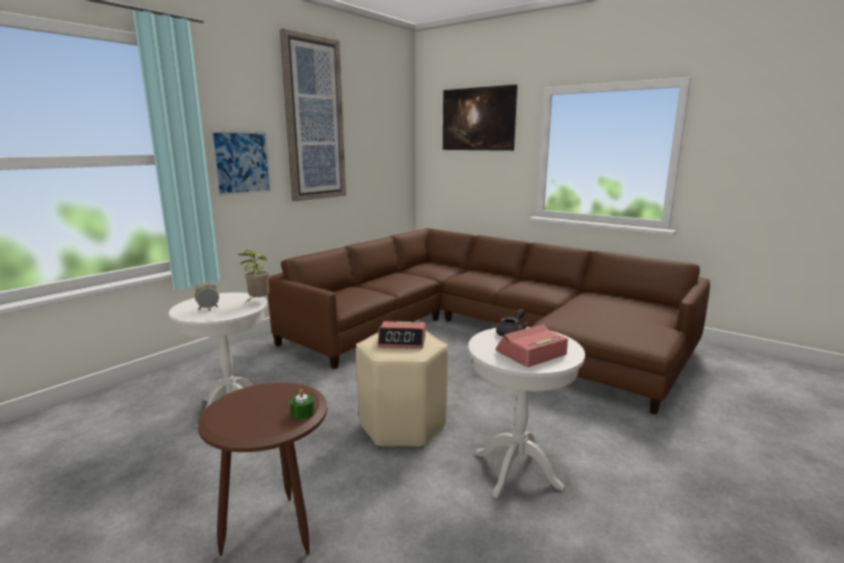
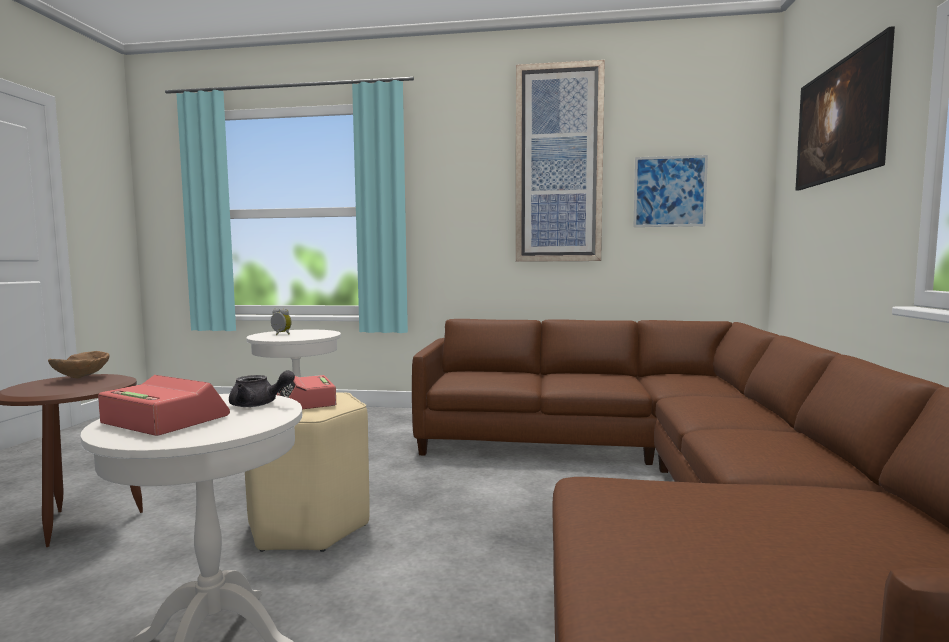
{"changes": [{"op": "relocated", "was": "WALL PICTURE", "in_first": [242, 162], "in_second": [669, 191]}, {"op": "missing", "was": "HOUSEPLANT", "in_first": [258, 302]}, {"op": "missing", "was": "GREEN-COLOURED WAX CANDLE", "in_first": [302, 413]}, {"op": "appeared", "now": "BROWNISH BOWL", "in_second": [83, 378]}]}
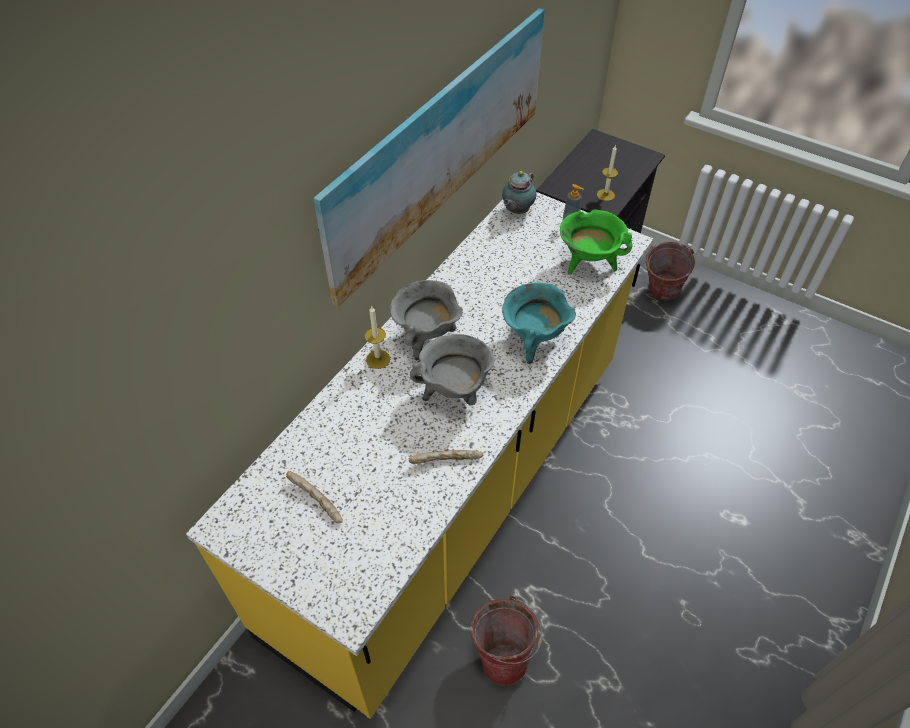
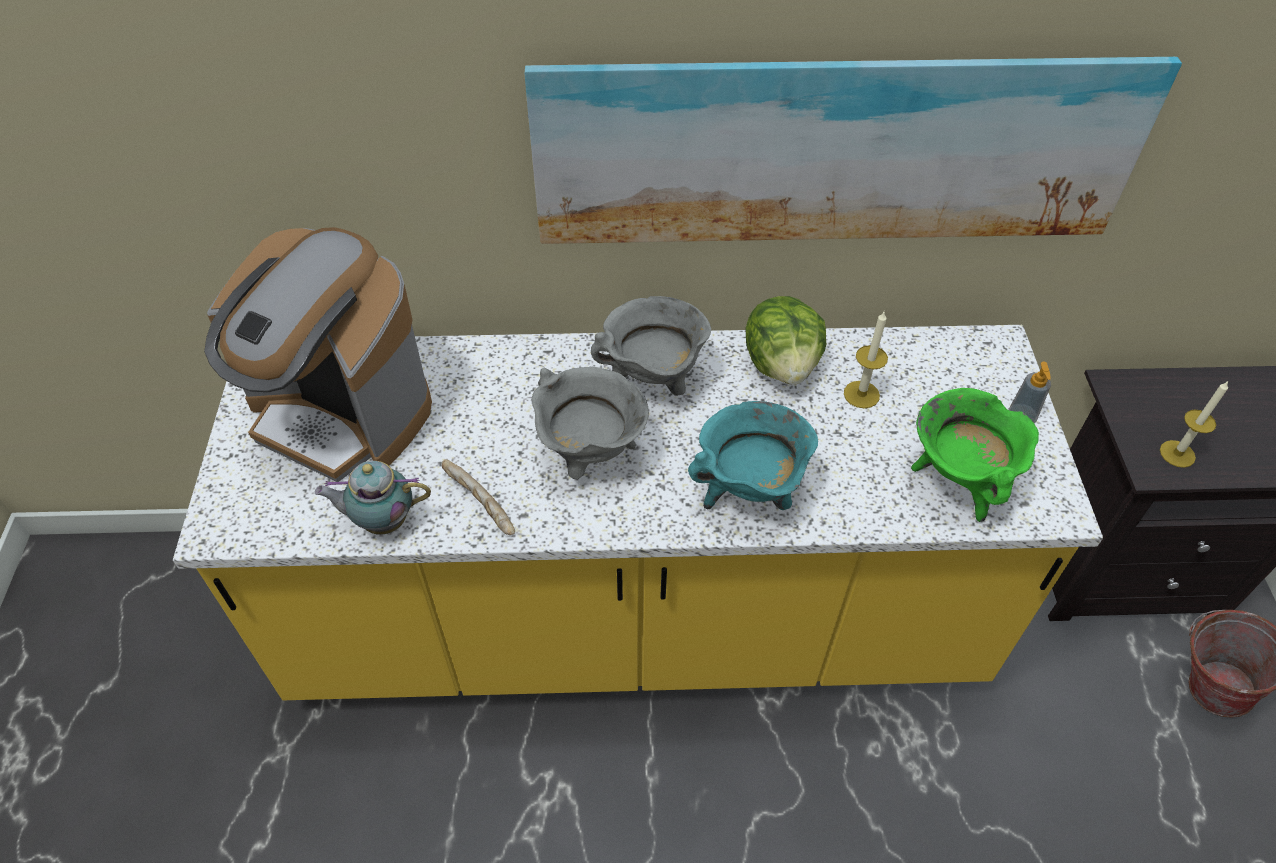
{"changes": [{"op": "relocated", "was": "TEAPOT", "in_first": [516, 211], "in_second": [382, 521]}, {"op": "relocated", "was": "WAX CANDLE", "in_first": [378, 359], "in_second": [861, 394]}, {"op": "exchanged", "was": "BAKERY BREAD", "now": "COFFEE MAKER", "in_first": [315, 501], "in_second": [341, 415]}, {"op": "missing", "was": "PAIL", "in_first": [503, 653]}, {"op": "appeared", "now": "LETTUCE HEAD", "in_second": [782, 365]}]}
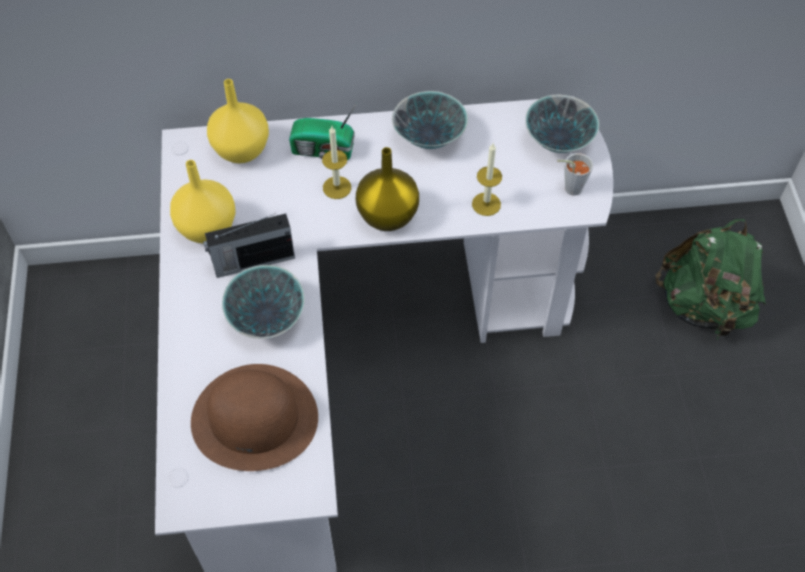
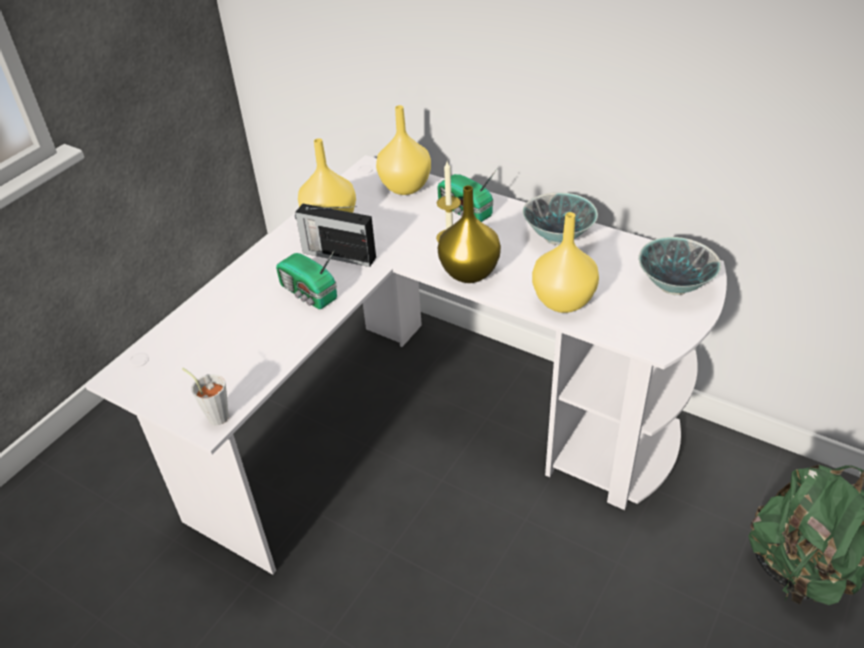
{"changes": [{"op": "exchanged", "was": "WAX CANDLE", "now": "YELLOW-COLOURED DECORATIVE VASE", "in_first": [486, 204], "in_second": [561, 301]}, {"op": "relocated", "was": "GRAY DRINKING CUP", "in_first": [569, 188], "in_second": [215, 415]}, {"op": "exchanged", "was": "BOWL", "now": "RADIO", "in_first": [267, 318], "in_second": [308, 294]}, {"op": "missing", "was": "BROWNISH CLOTHING HAT", "in_first": [255, 418]}]}
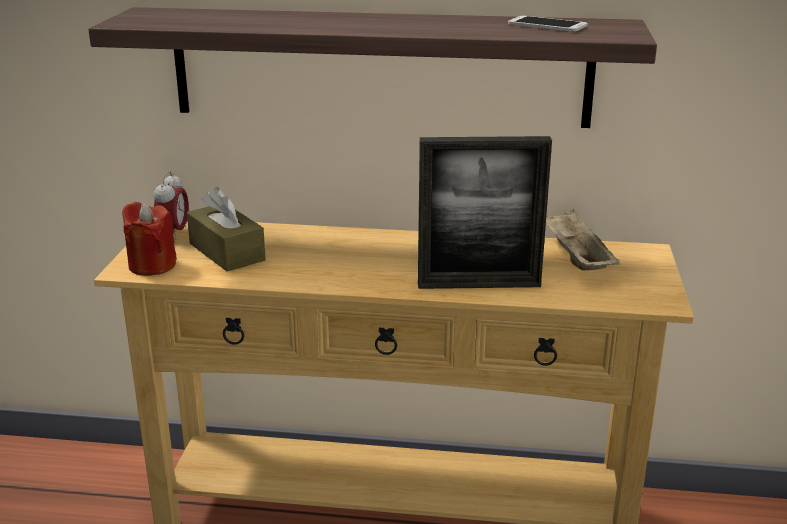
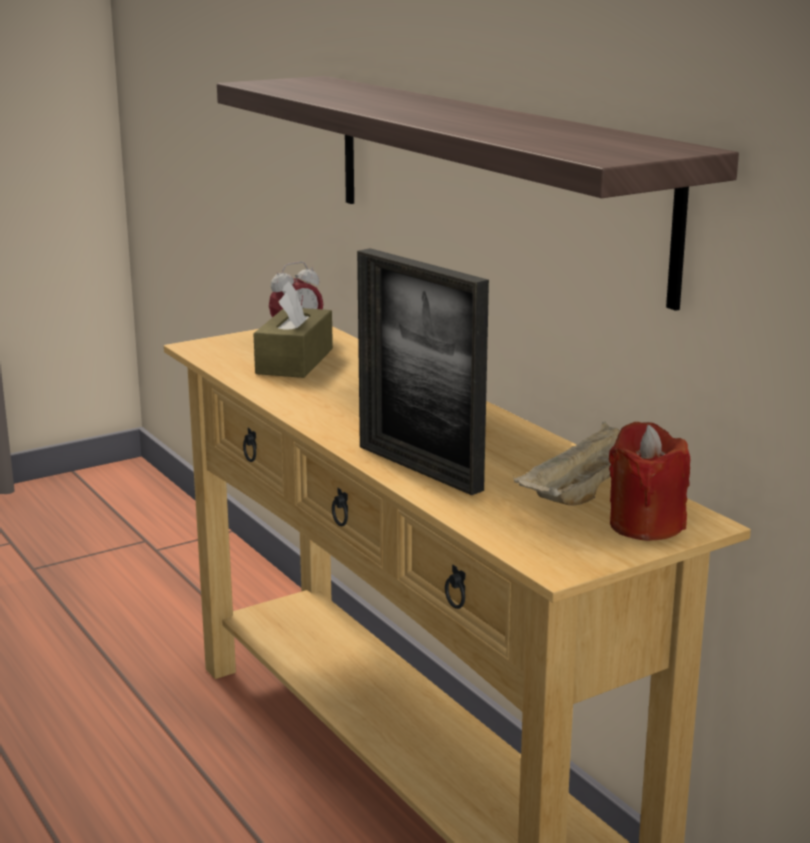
{"changes": [{"op": "missing", "was": "TELEPHONE", "in_first": [547, 25]}, {"op": "relocated", "was": "RED WAX CANDLE", "in_first": [152, 265], "in_second": [645, 525]}]}
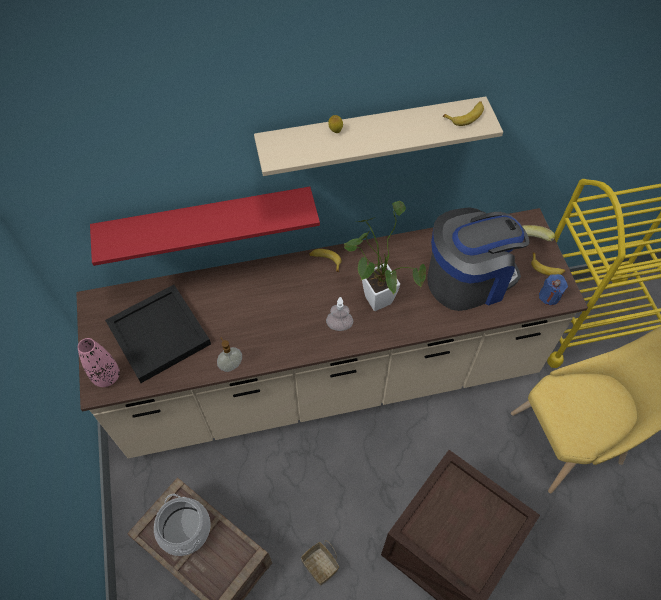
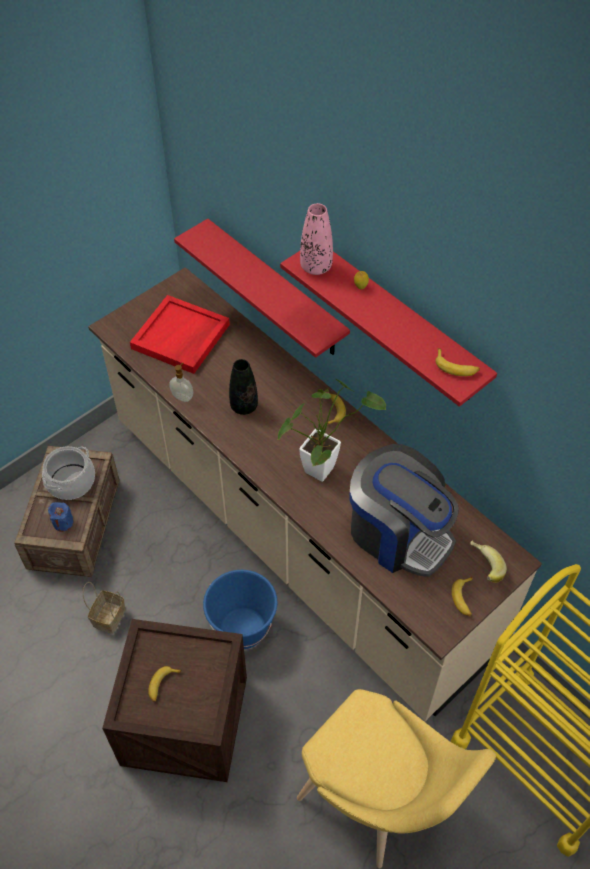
{"changes": [{"op": "colour", "was": "SAND-COLOURED WALL SHELF", "now": "RED WALL SHELF", "in_first": [370, 135], "in_second": [399, 323]}, {"op": "relocated", "was": "BLUE WAX CANDLE", "in_first": [549, 296], "in_second": [63, 523]}, {"op": "colour", "was": "BLACKISH SERVING TRAY", "now": "RED SERVING TRAY", "in_first": [160, 334], "in_second": [181, 337]}, {"op": "missing", "was": "SOAP DISPENSER", "in_first": [339, 325]}, {"op": "relocated", "was": "PINKISH DECORATIVE VASE", "in_first": [106, 376], "in_second": [316, 267]}, {"op": "appeared", "now": "BLACKISH DECORATIVE VASE", "in_second": [244, 406]}, {"op": "appeared", "now": "BLUE PAIL", "in_second": [243, 628]}, {"op": "appeared", "now": "WHOLE BANANA", "in_second": [162, 685]}]}
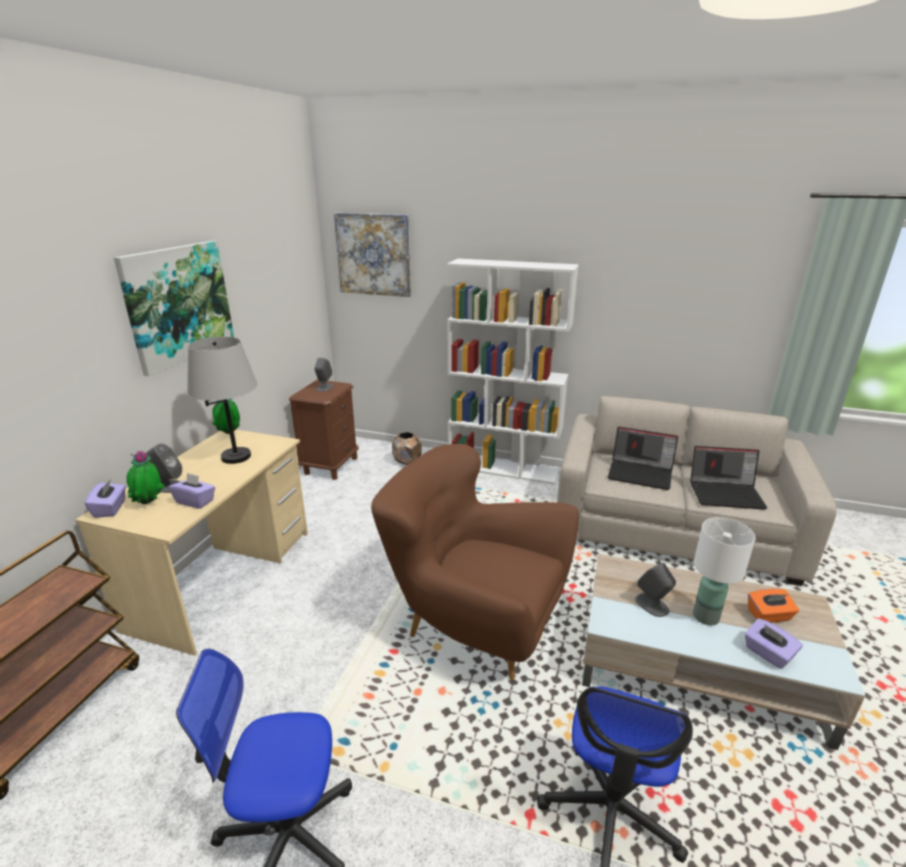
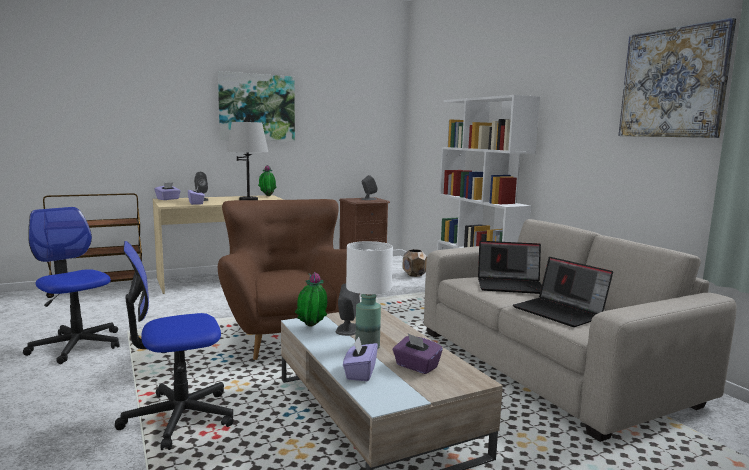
{"changes": [{"op": "relocated", "was": "WALL PICTURE", "in_first": [373, 254], "in_second": [673, 83]}, {"op": "spun", "was": "LAPTOP", "in_first": [641, 474], "in_second": [511, 285], "clockwise": -60}, {"op": "relocated", "was": "HOUSEPLANT", "in_first": [149, 504], "in_second": [311, 327]}, {"op": "colour", "was": "ORANGEY TISSUE BOX", "now": "PURPLE TISSUE BOX", "in_first": [769, 616], "in_second": [416, 366]}]}
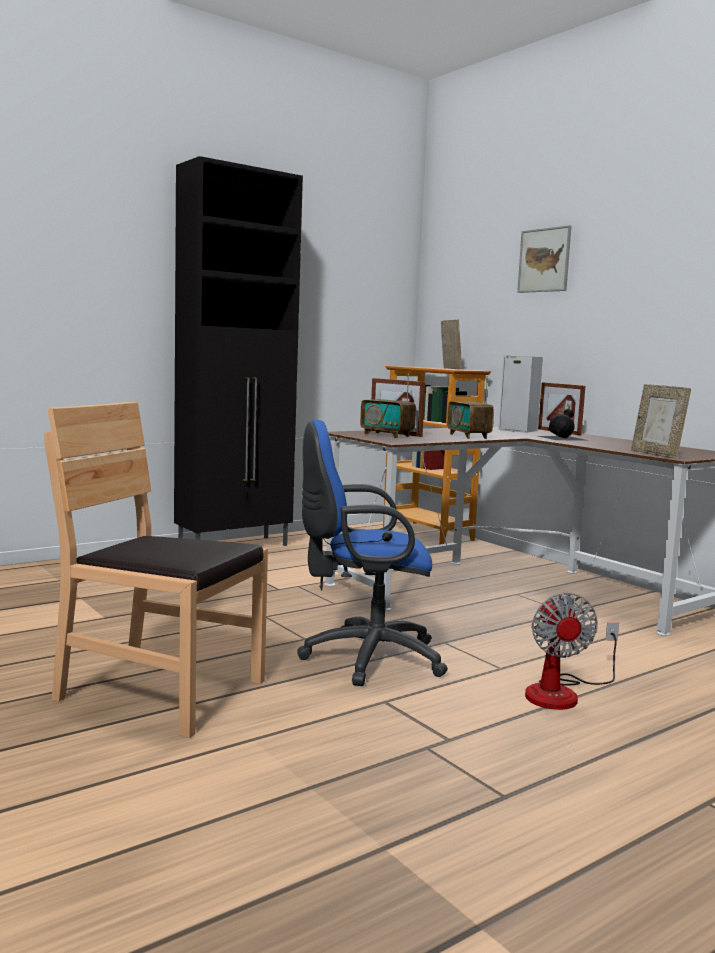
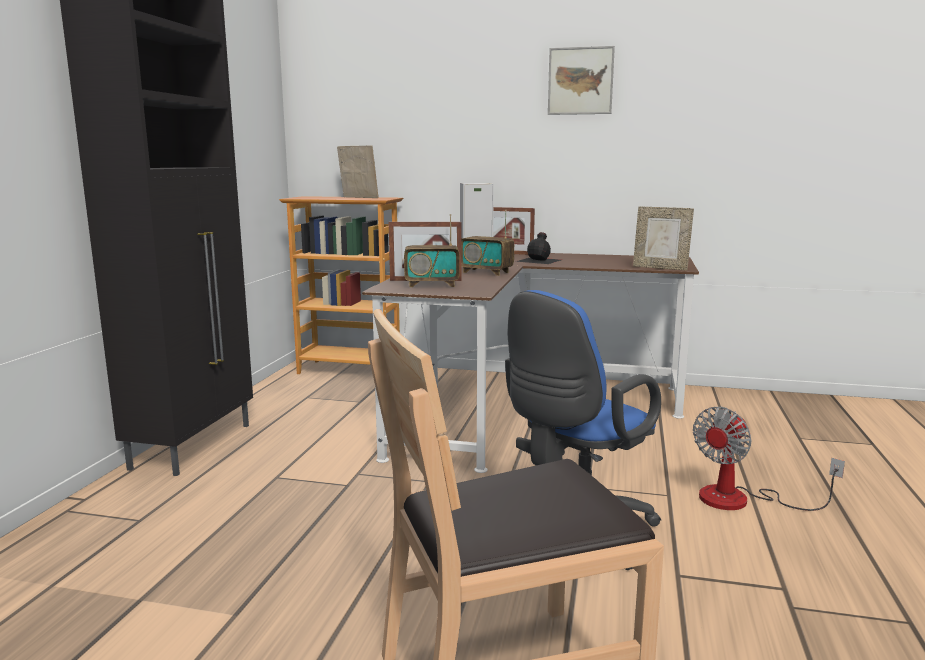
{"changes": [{"op": "relocated", "was": "WALL PICTURE", "in_first": [544, 260], "in_second": [580, 81]}, {"op": "spun", "was": "COOLING FAN", "in_first": [562, 693], "in_second": [741, 500], "clockwise": 90}]}
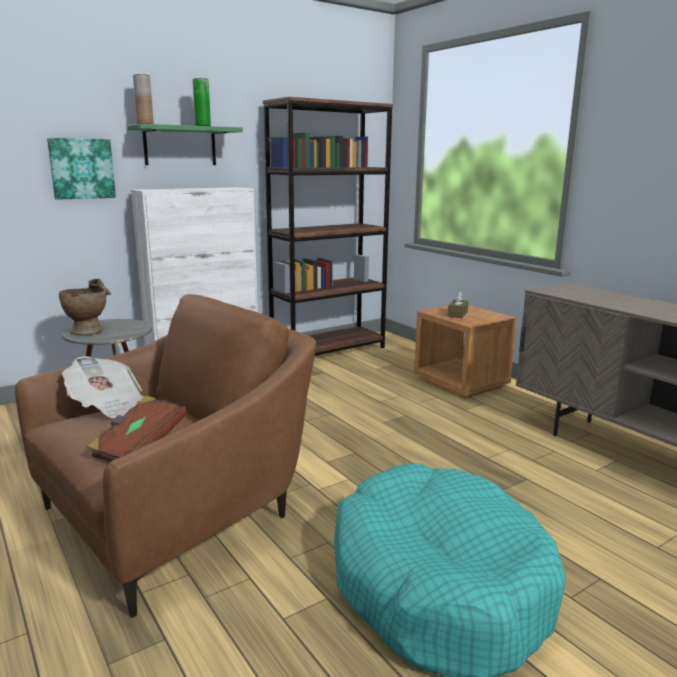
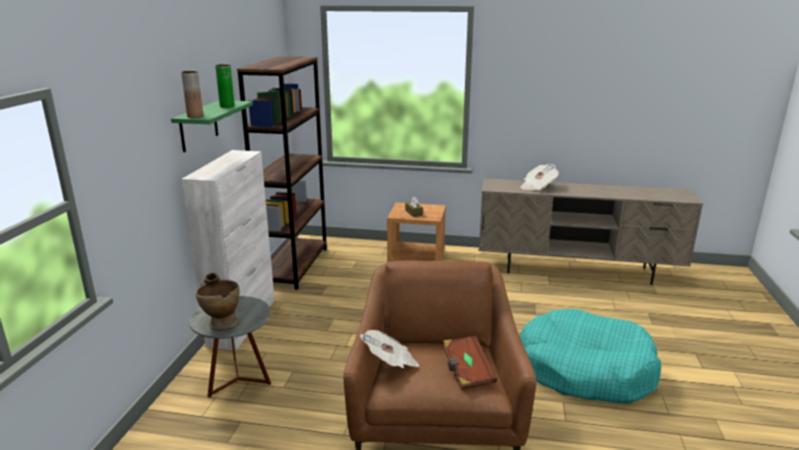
{"changes": [{"op": "missing", "was": "WALL PICTURE", "in_first": [82, 168]}, {"op": "appeared", "now": "PRINTED PAPER", "in_second": [537, 187]}]}
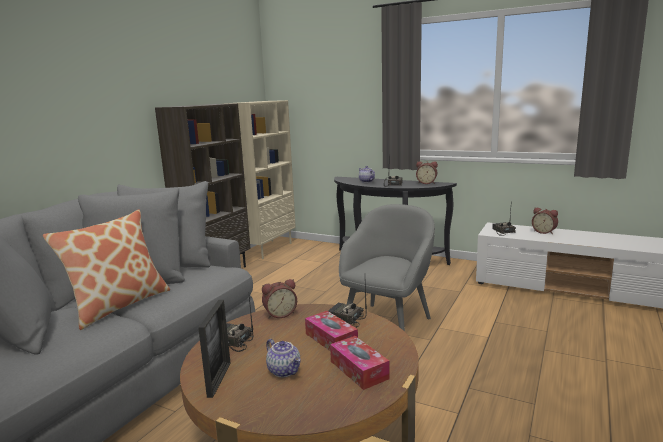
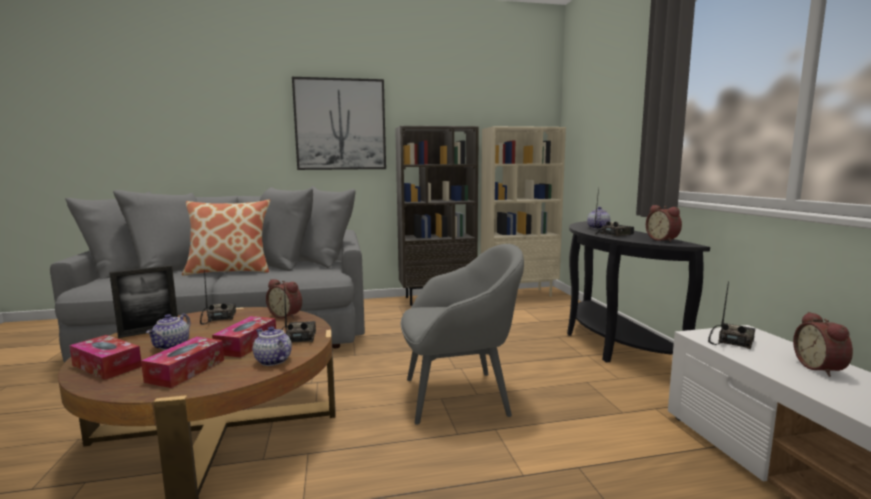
{"changes": [{"op": "appeared", "now": "WALL PICTURE", "in_second": [340, 124]}, {"op": "appeared", "now": "TEAPOT", "in_second": [272, 360]}, {"op": "appeared", "now": "TISSUE BOX", "in_second": [107, 366]}]}
